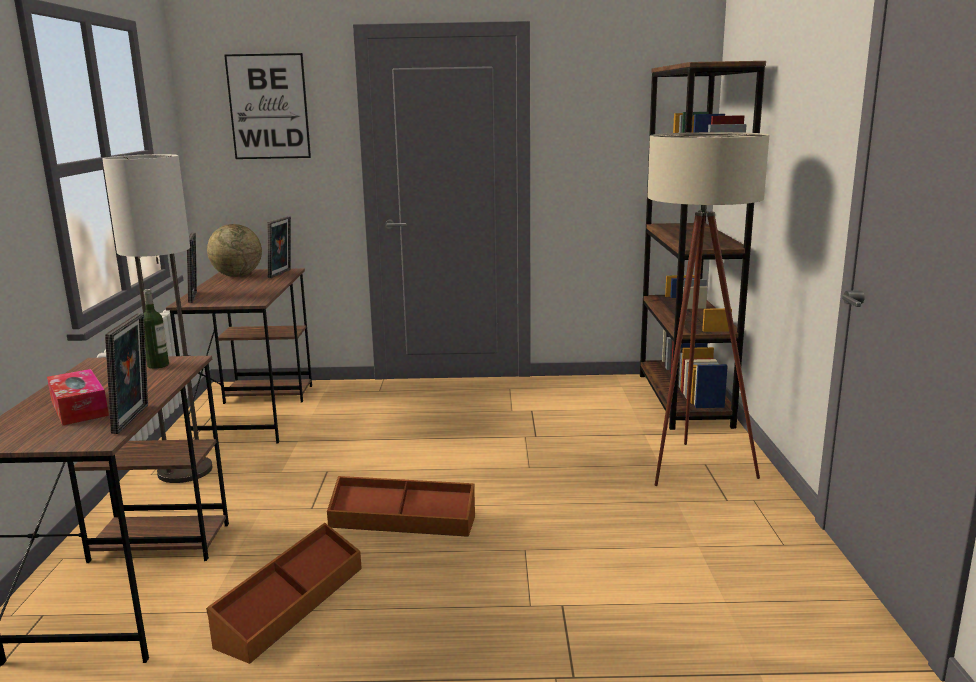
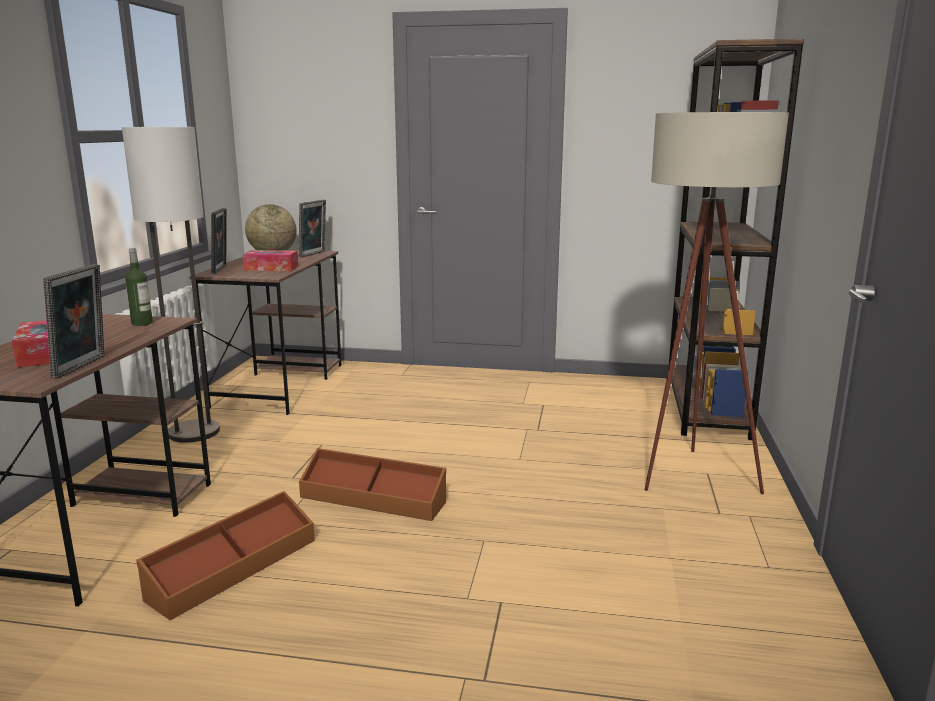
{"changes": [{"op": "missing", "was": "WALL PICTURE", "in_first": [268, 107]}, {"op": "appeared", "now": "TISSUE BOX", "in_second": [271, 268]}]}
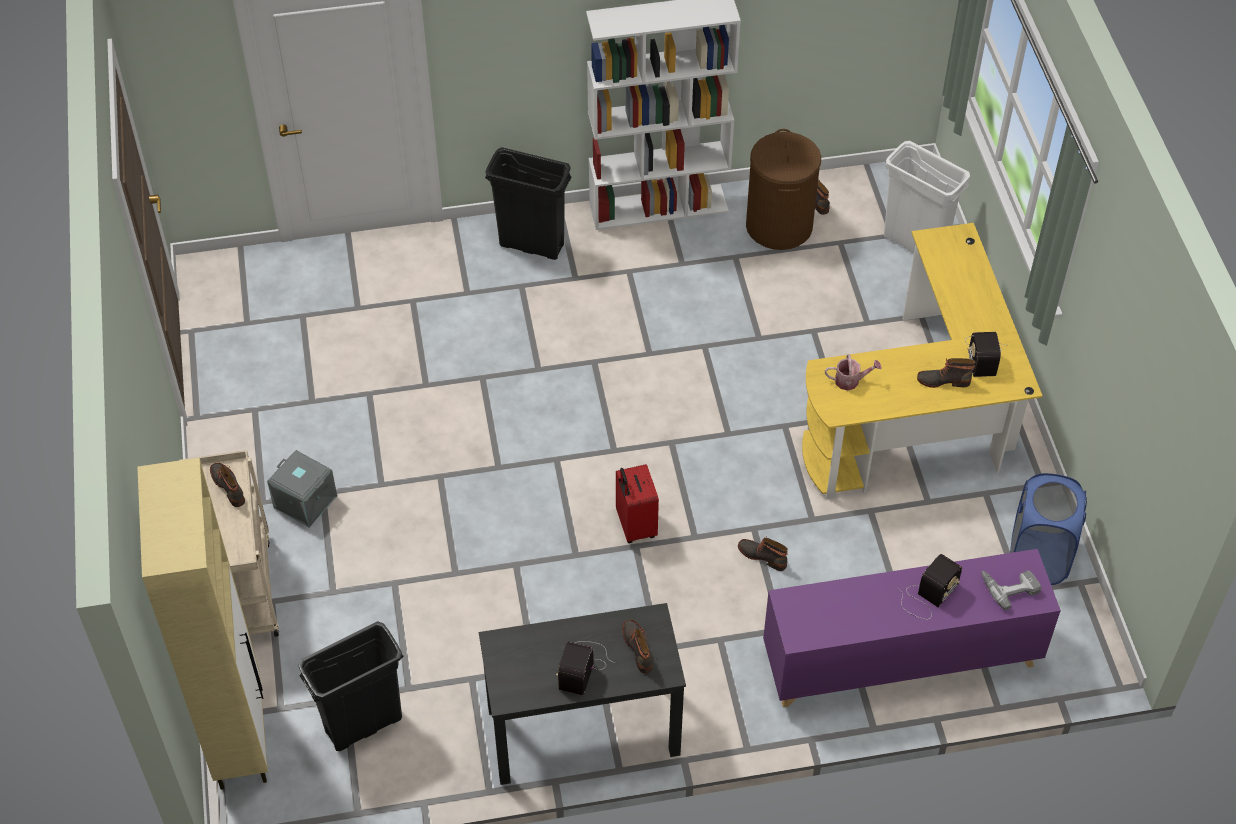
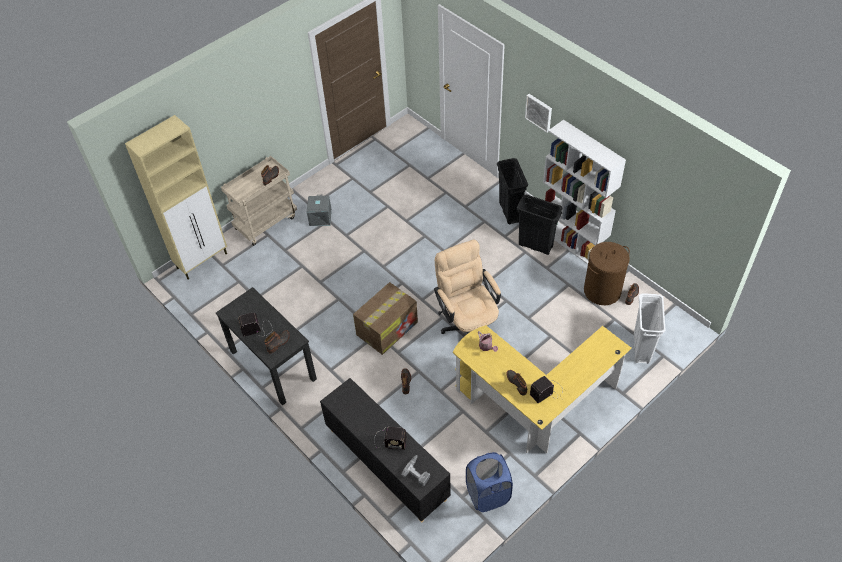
{"changes": [{"op": "exchanged", "was": "RED PIECE OF LUGGAGE", "now": "CARDBOARD BOX", "in_first": [634, 526], "in_second": [387, 328]}, {"op": "colour", "was": "PURPLE CABINET", "now": "BLACKISH CABINET", "in_first": [900, 660], "in_second": [386, 464]}, {"op": "relocated", "was": "BLACKISH TRASH CAN", "in_first": [364, 724], "in_second": [535, 245]}, {"op": "appeared", "now": "WALL PICTURE", "in_second": [539, 112]}, {"op": "appeared", "now": "SAND-COLOURED OFFICE CHAIR", "in_second": [468, 324]}]}
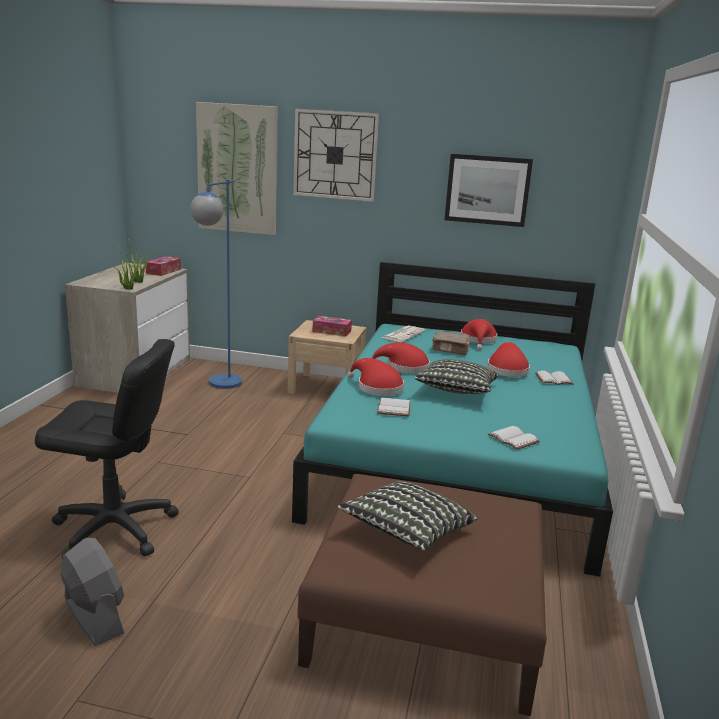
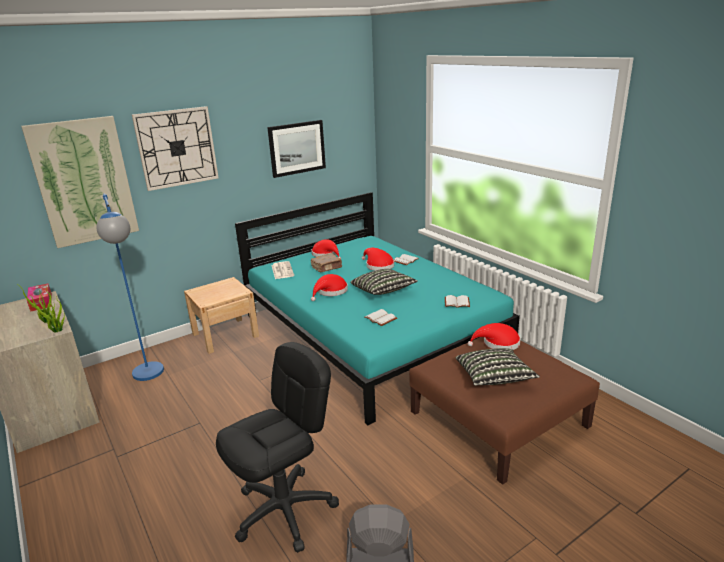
{"changes": [{"op": "missing", "was": "TISSUE BOX", "in_first": [331, 331]}, {"op": "relocated", "was": "RED CLOTHING HAT", "in_first": [377, 387], "in_second": [498, 343]}]}
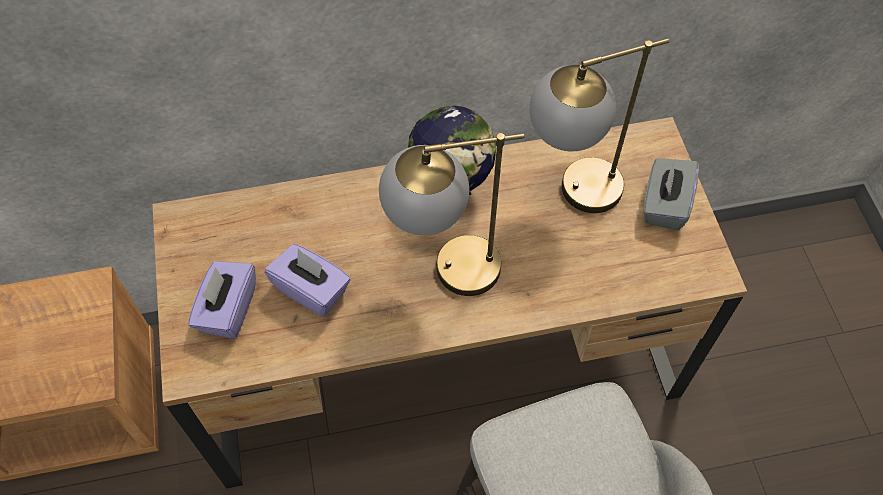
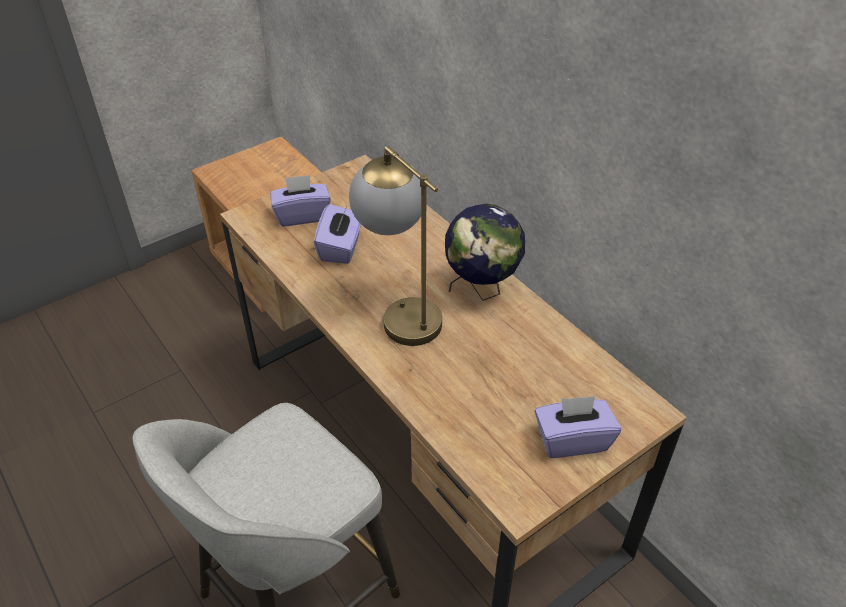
{"changes": [{"op": "missing", "was": "LAMP FOR A TABLE", "in_first": [570, 195]}, {"op": "colour", "was": "GRAY TISSUE BOX", "now": "PURPLE TISSUE BOX", "in_first": [664, 205], "in_second": [572, 440]}]}
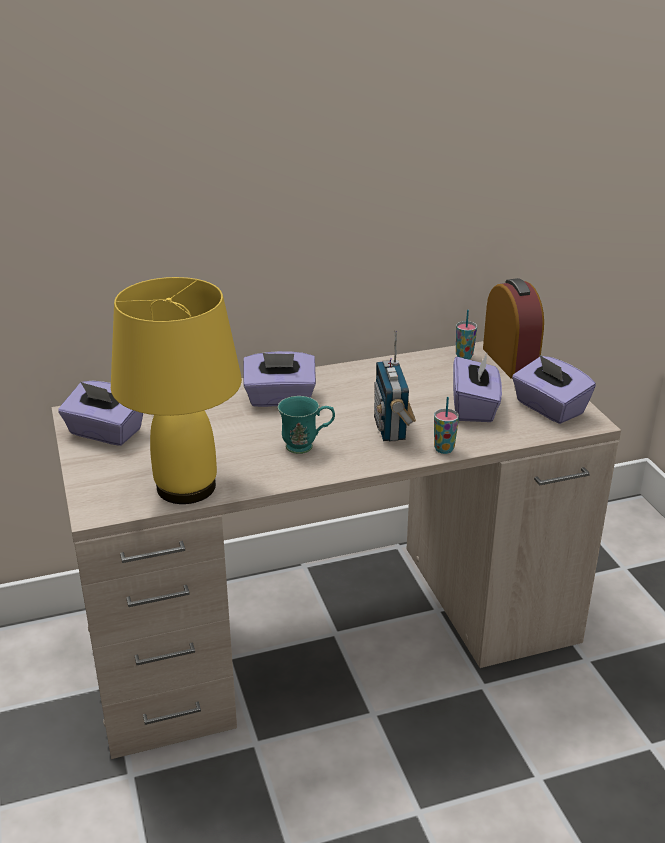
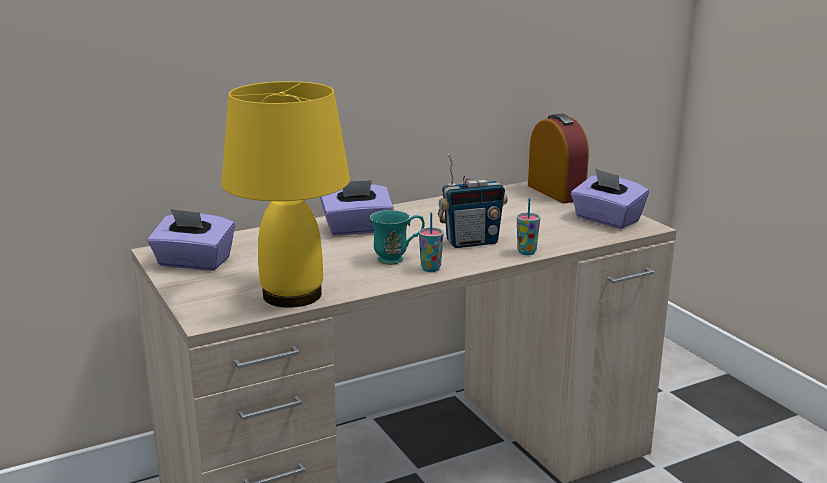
{"changes": [{"op": "relocated", "was": "DRINKING CUP", "in_first": [464, 356], "in_second": [430, 269]}, {"op": "spun", "was": "RADIO", "in_first": [391, 429], "in_second": [471, 242], "clockwise": -90}, {"op": "missing", "was": "PURPLE TISSUE BOX", "in_first": [474, 408]}]}
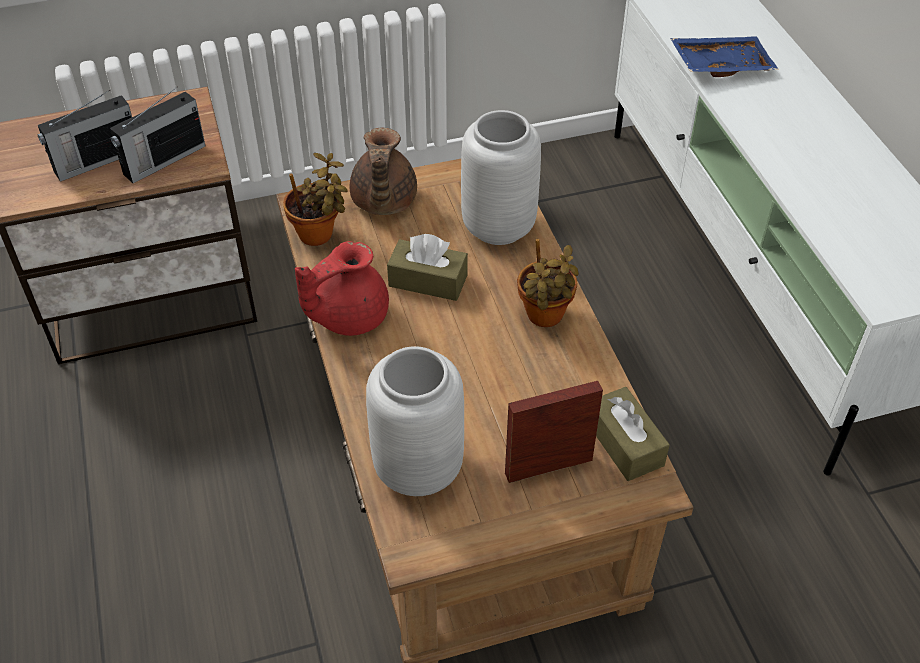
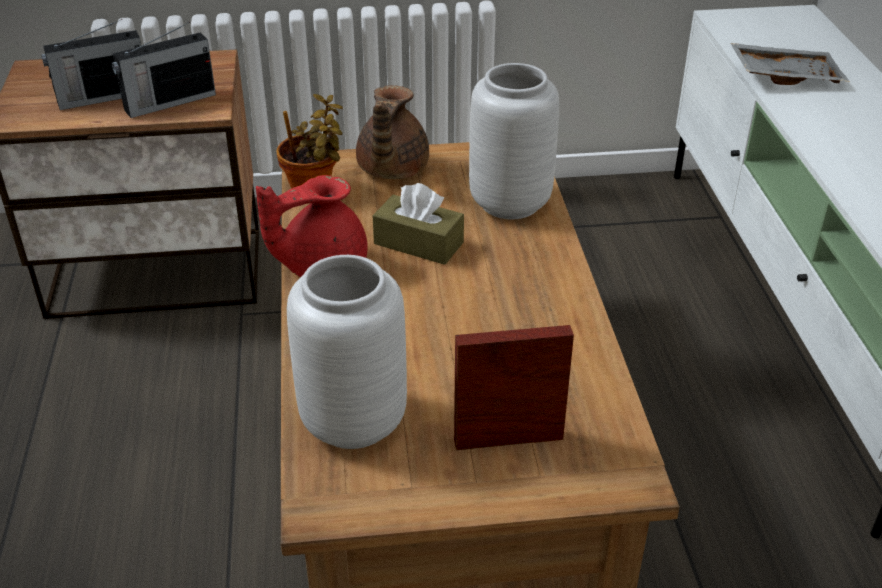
{"changes": [{"op": "colour", "was": "BLUE SERVING TRAY", "now": "GRAY SERVING TRAY", "in_first": [720, 65], "in_second": [784, 76]}, {"op": "missing", "was": "HOUSEPLANT", "in_first": [544, 318]}, {"op": "missing", "was": "BROWNISH TISSUE BOX", "in_first": [624, 443]}]}
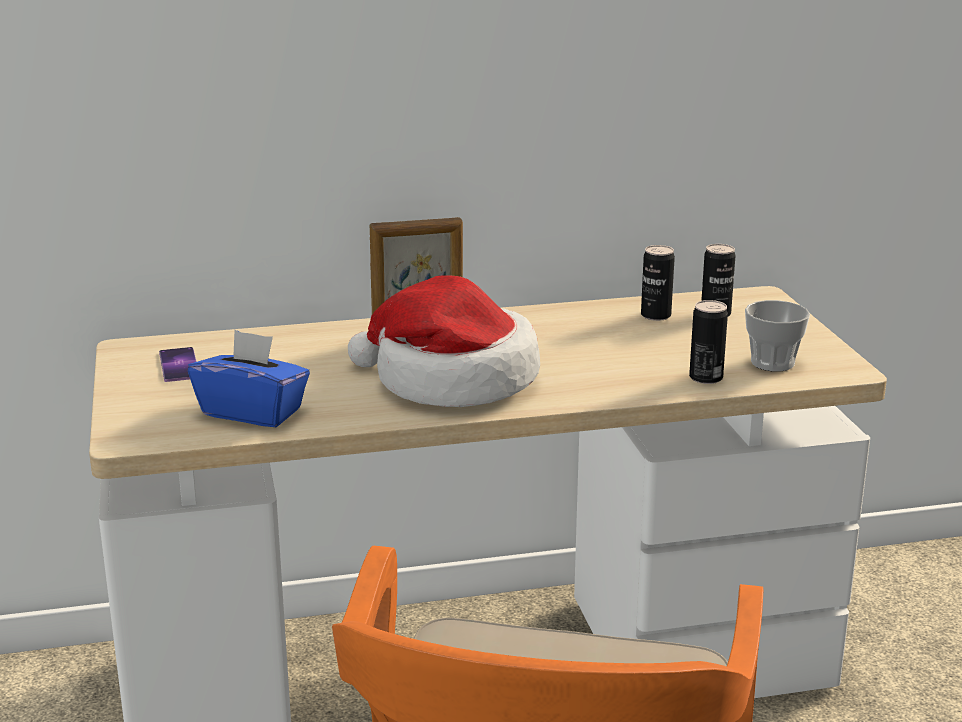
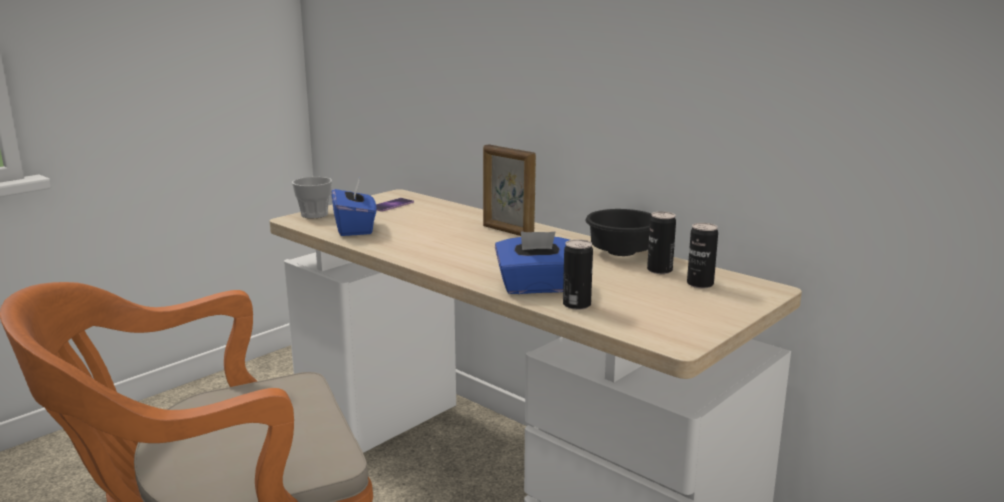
{"changes": [{"op": "missing", "was": "CLOTHING HAT", "in_first": [451, 380]}, {"op": "relocated", "was": "DRINKING CUP", "in_first": [772, 363], "in_second": [314, 214]}, {"op": "appeared", "now": "BLACKISH BOWL", "in_second": [619, 253]}, {"op": "appeared", "now": "BLUE TISSUE BOX", "in_second": [536, 287]}]}
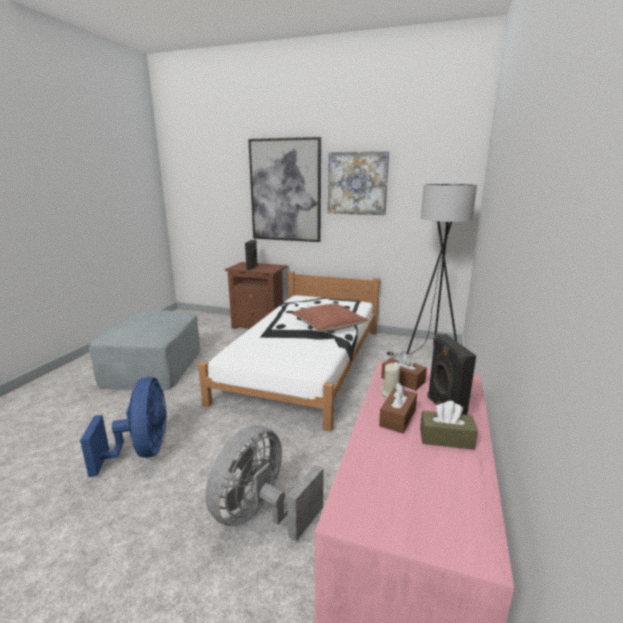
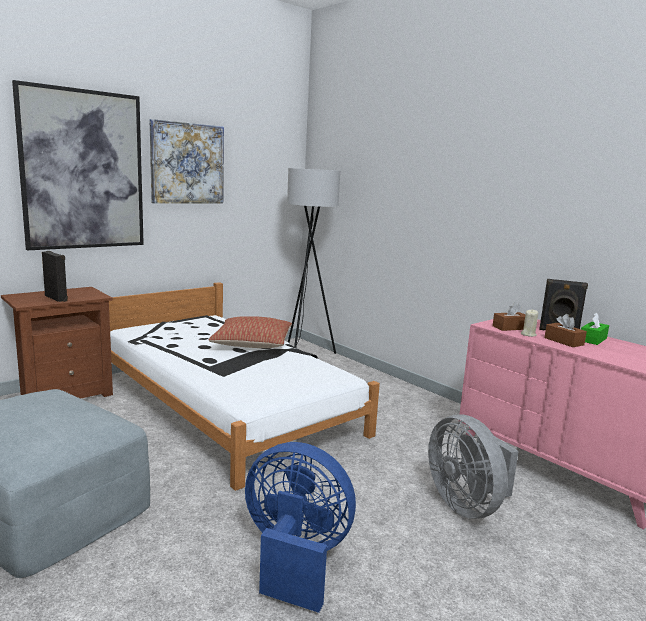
{"changes": [{"op": "colour", "was": "BROWNISH TISSUE BOX", "now": "GREEN-COLOURED TISSUE BOX", "in_first": [446, 438], "in_second": [593, 339]}]}
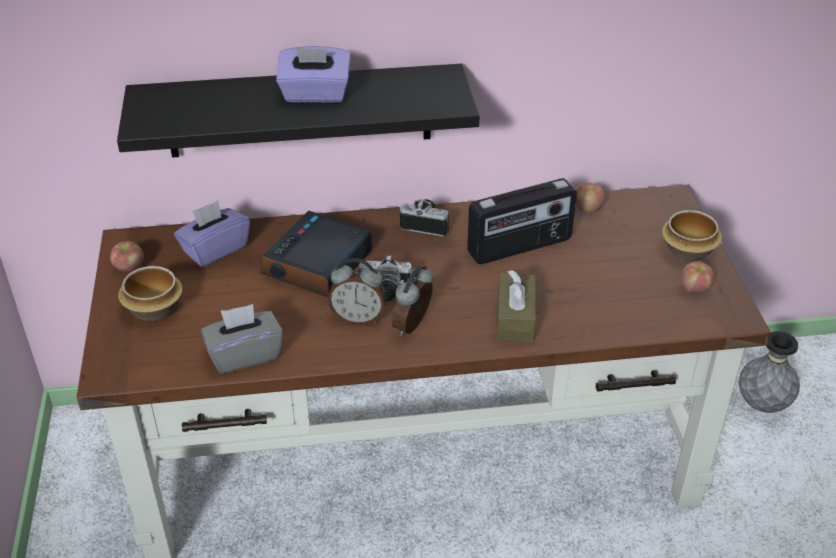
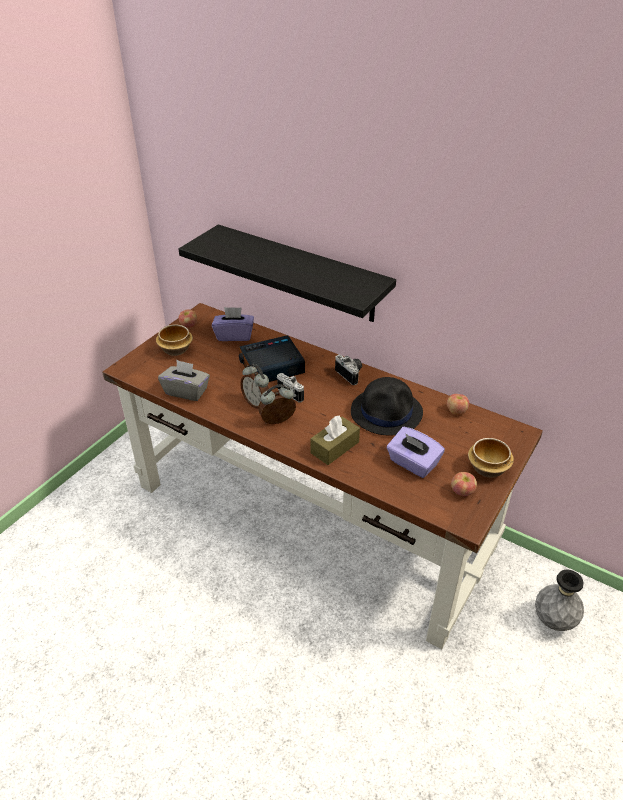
{"changes": [{"op": "relocated", "was": "PURPLE TISSUE BOX", "in_first": [315, 95], "in_second": [413, 463]}, {"op": "exchanged", "was": "RADIO", "now": "BLACKISH CLOTHING HAT", "in_first": [520, 247], "in_second": [387, 412]}]}
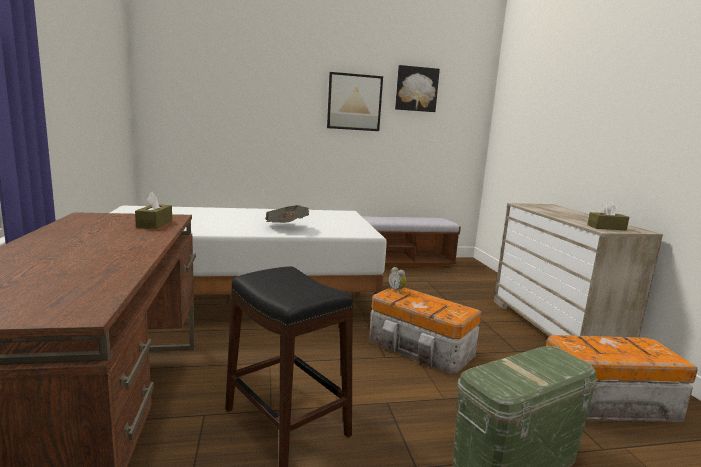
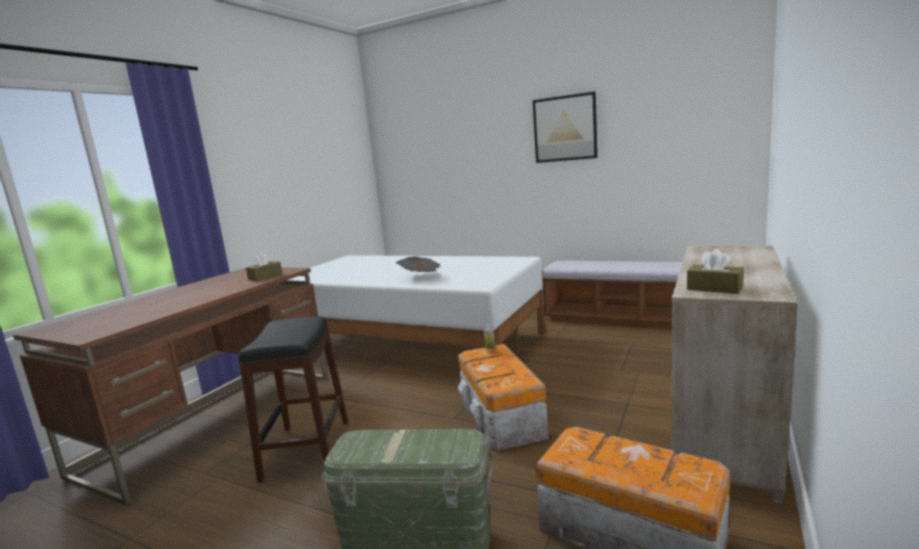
{"changes": [{"op": "missing", "was": "WALL PICTURE", "in_first": [416, 89]}]}
